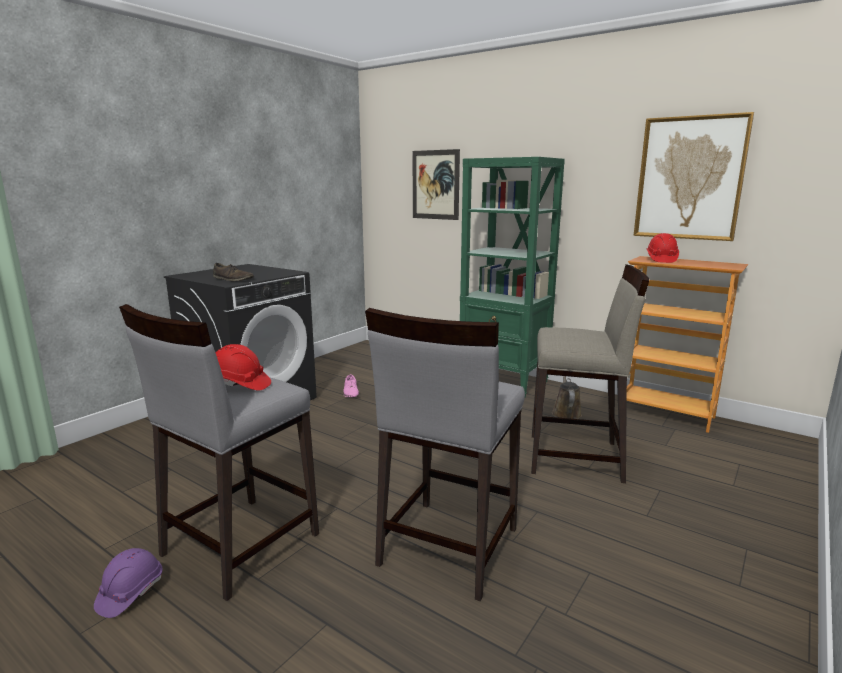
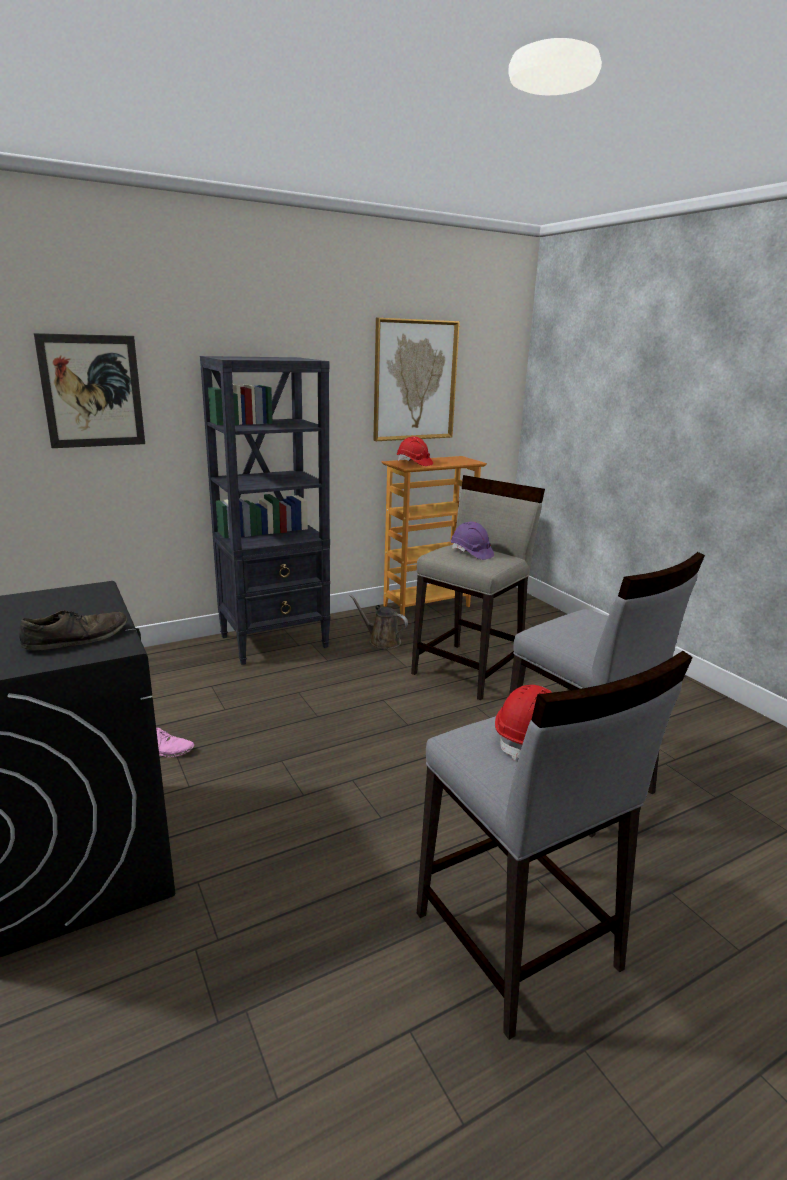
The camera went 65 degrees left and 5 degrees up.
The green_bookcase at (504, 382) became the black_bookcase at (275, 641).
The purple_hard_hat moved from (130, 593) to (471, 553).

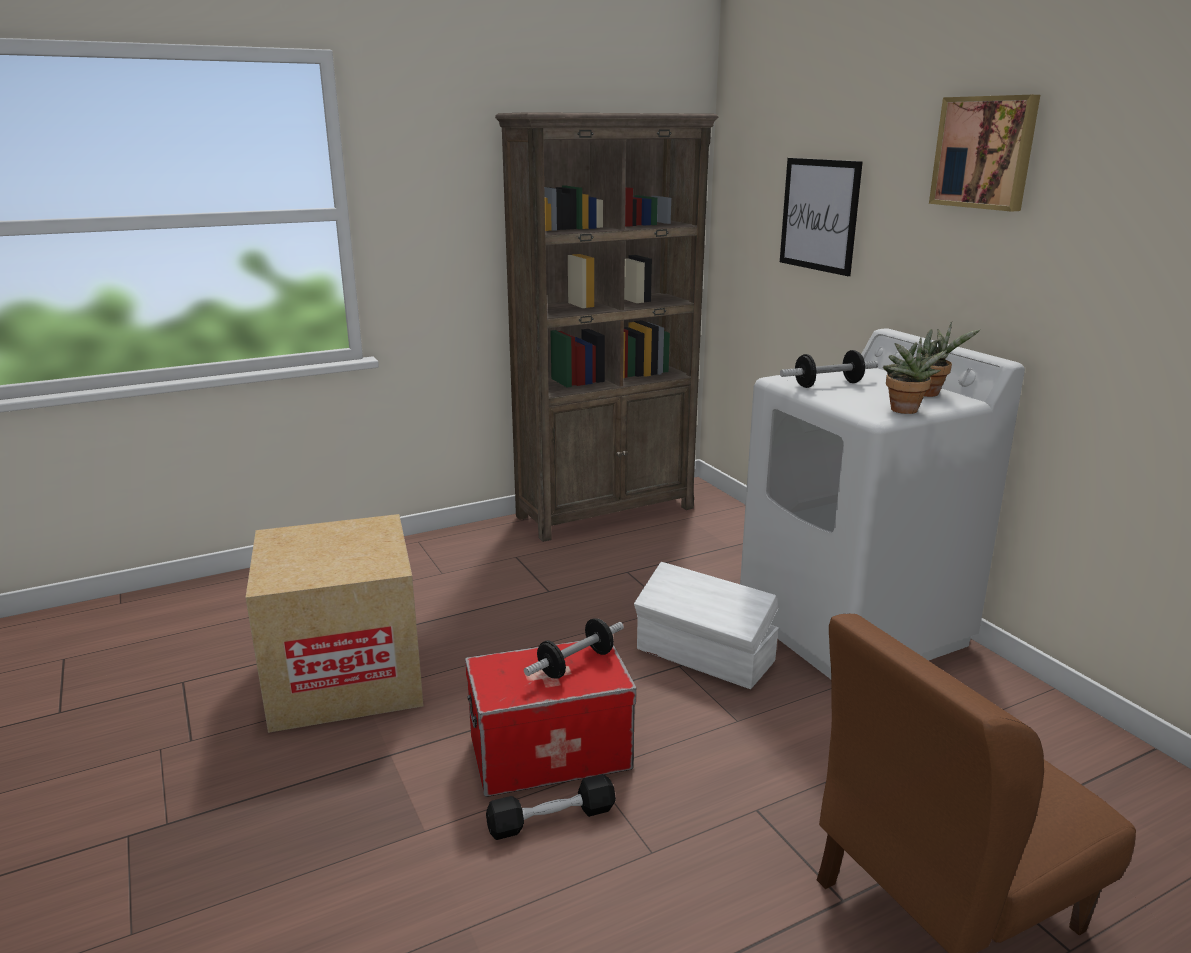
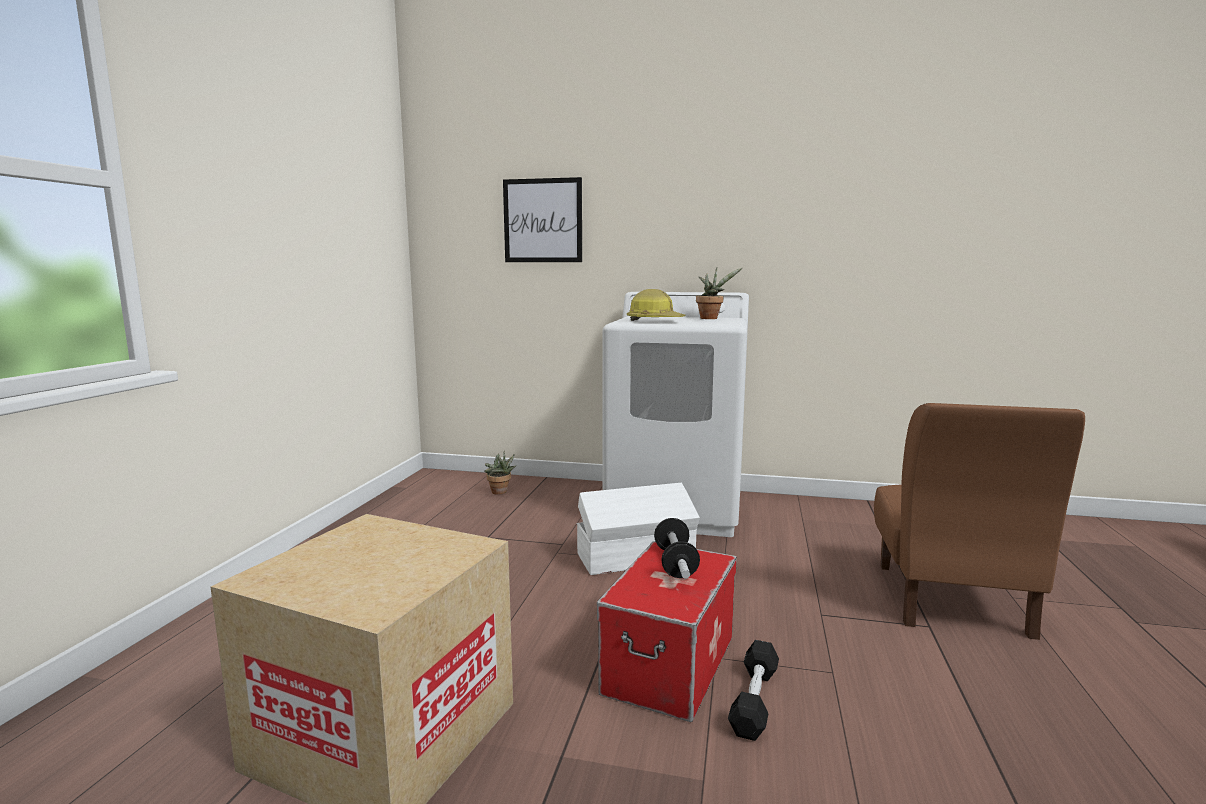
The camera went 50 degrees left and 10 degrees down.
The picture at (985, 152) disappeared.
The brown_bookcase at (606, 512) disappeared.
The potted_plant moved from (904, 411) to (500, 492).
The dumbbell at (828, 384) was replaced by the hard_hat at (654, 321).

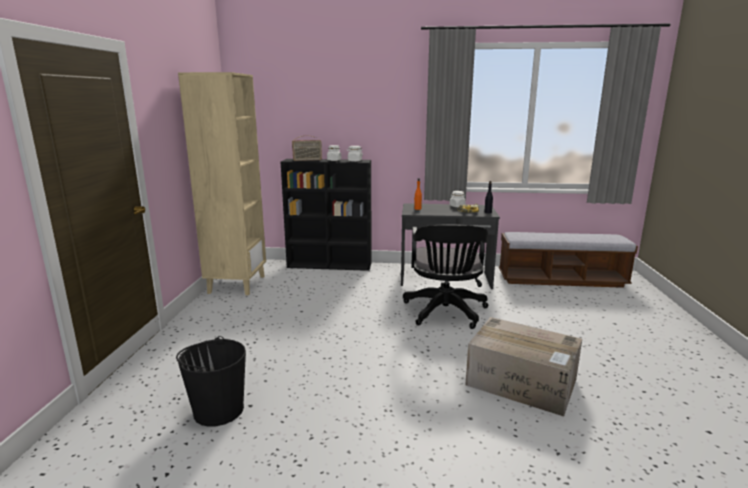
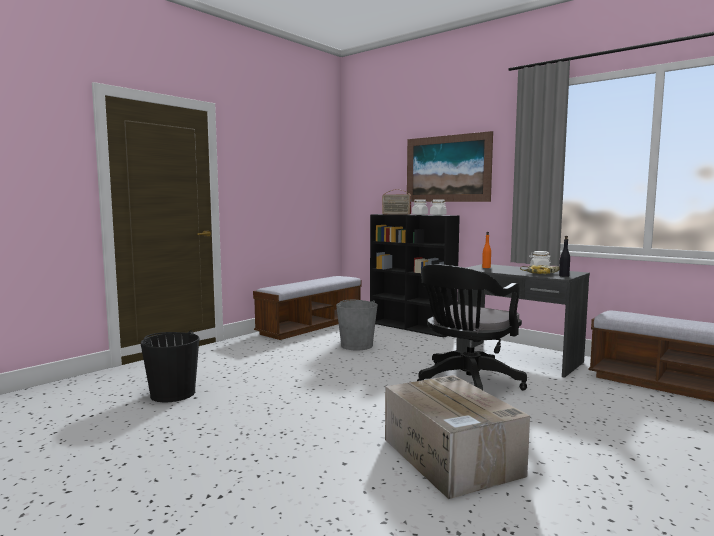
The camera went 35 degrees right and 10 degrees down.
The beige_bookcase at (236, 284) was replaced by the bench at (311, 326).
The picture at (447, 169) appeared.
The grey_bucket at (356, 345) appeared.

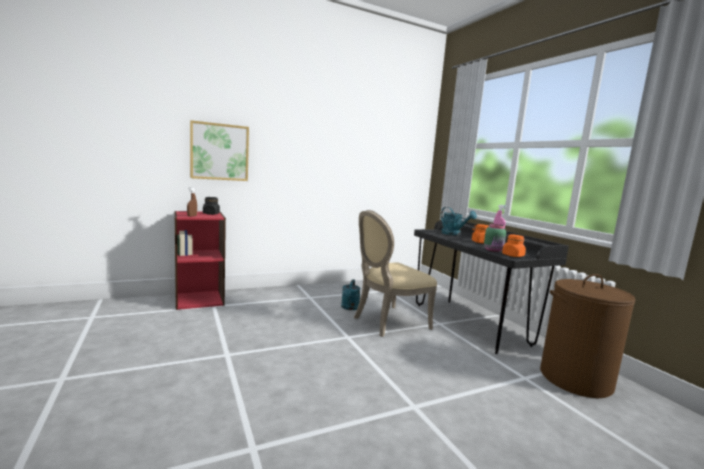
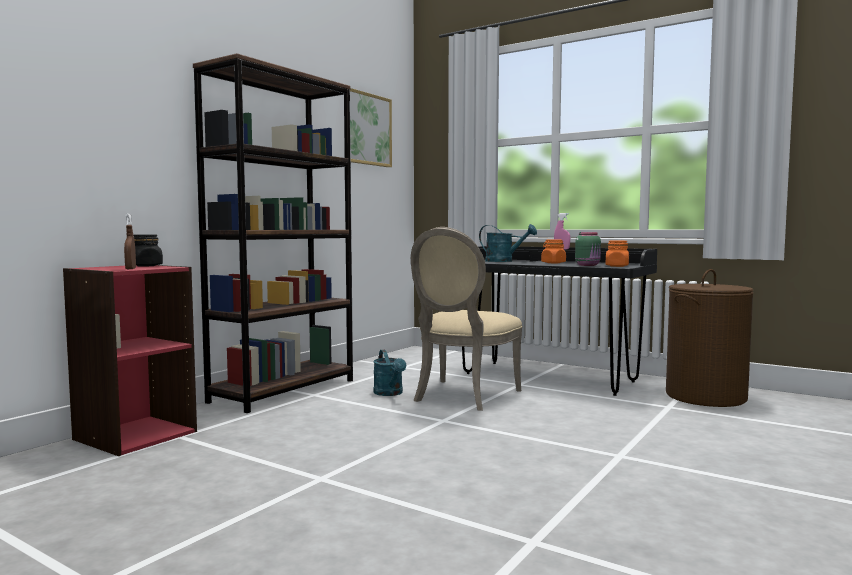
The camera went 30 degrees left and 5 degrees down.
The picture moved from (219, 152) to (367, 129).
The brown_bookcase at (284, 391) appeared.

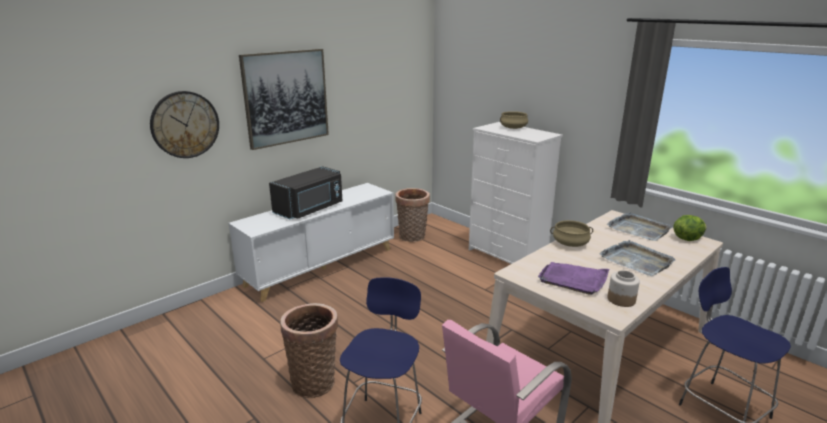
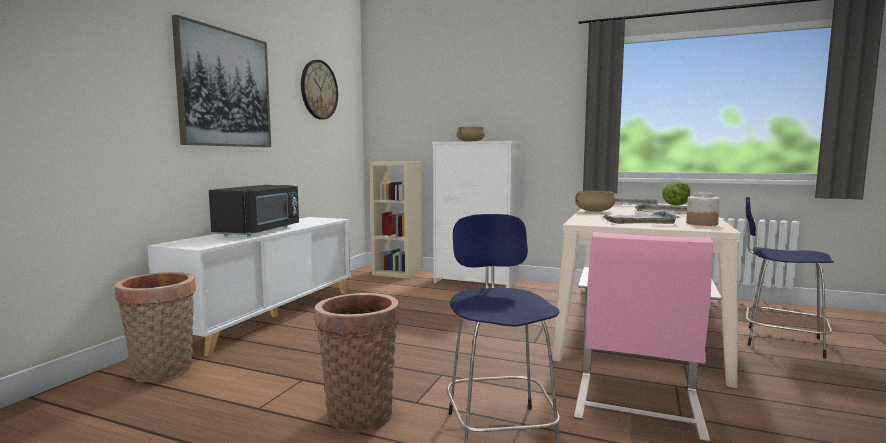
The camera went 25 degrees left and 15 degrees down.
The wall_clock moved from (185, 124) to (319, 90).
The basket moved from (412, 237) to (163, 372).
The purple_tray at (573, 279) became the grey_tray at (639, 221).
The beige_bookcase at (398, 273) appeared.

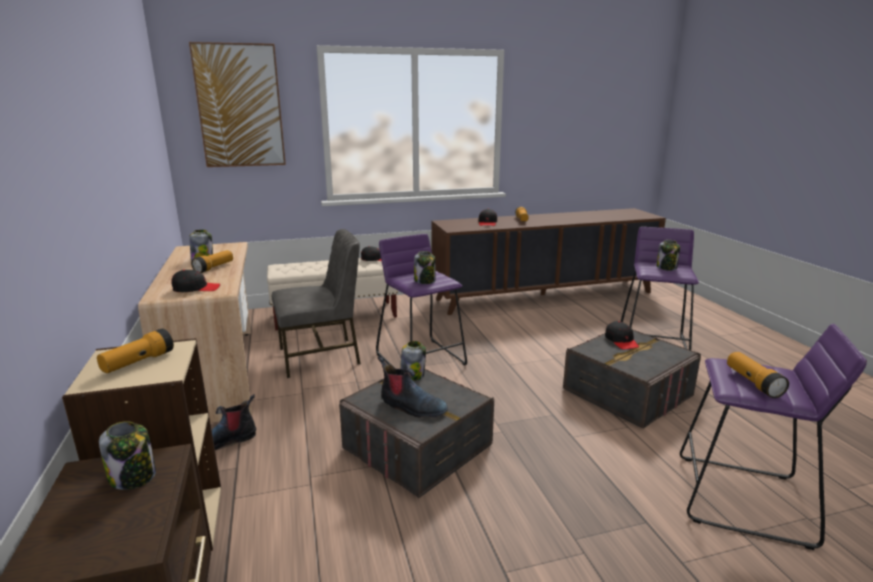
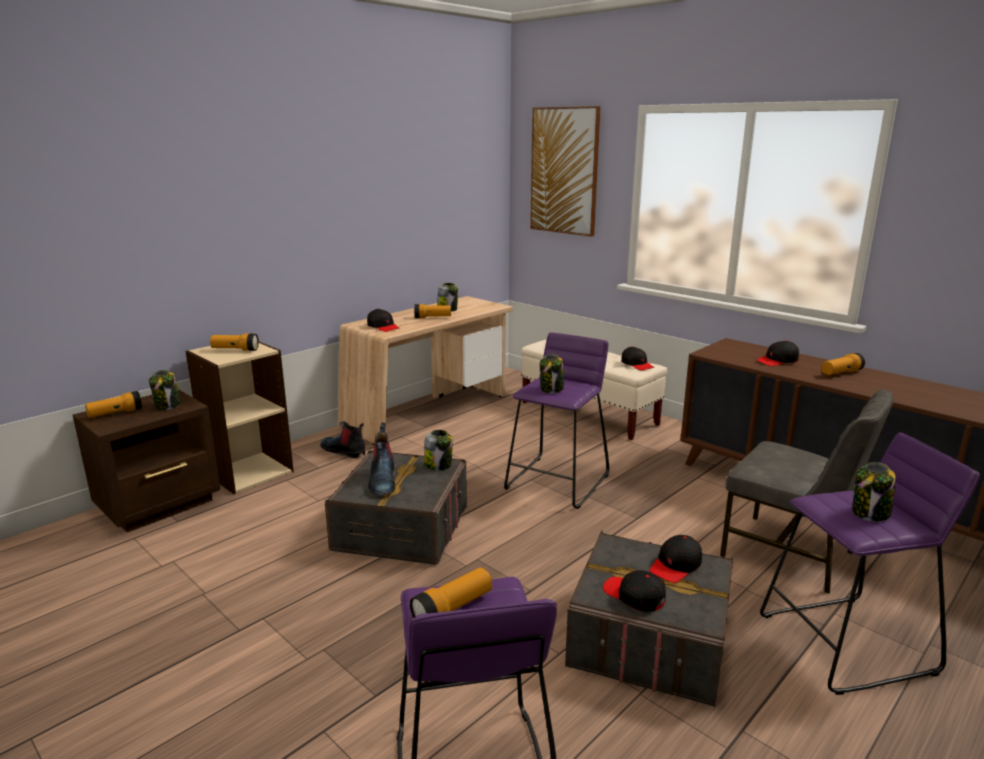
The camera went 60 degrees right and 0 degrees up.
The grey_chair moved from (321, 356) to (789, 554).
The flashlight at (115, 413) appeared.
The black_cap at (634, 596) appeared.

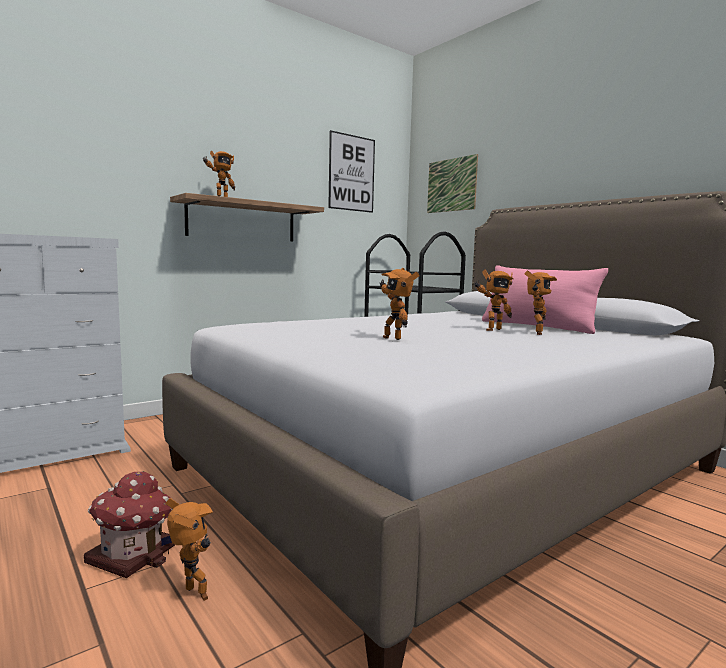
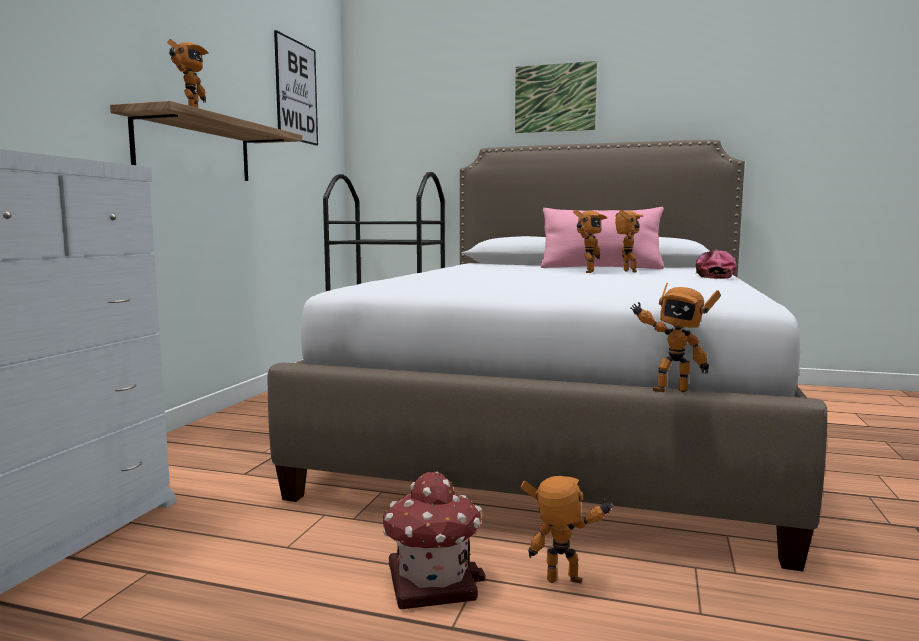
The camera went 35 degrees left and 0 degrees up.
The picture moved from (451, 185) to (555, 98).
The toy_robot moved from (393, 338) to (669, 390).
The cap at (713, 276) appeared.

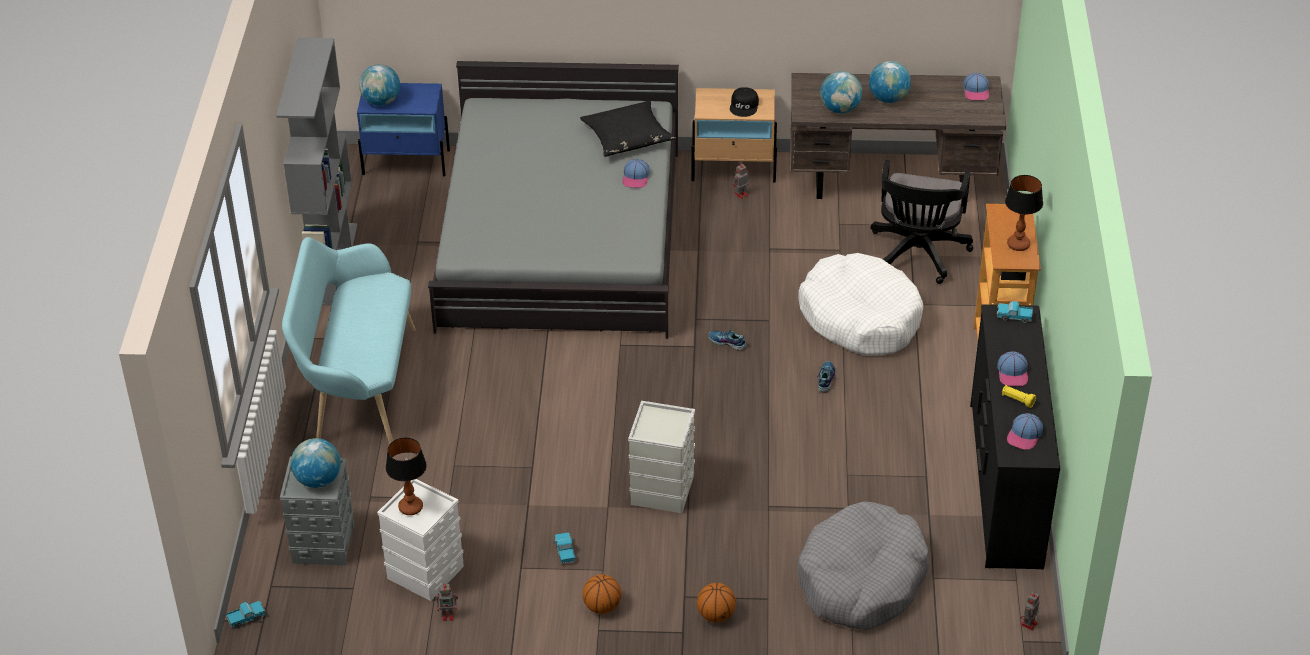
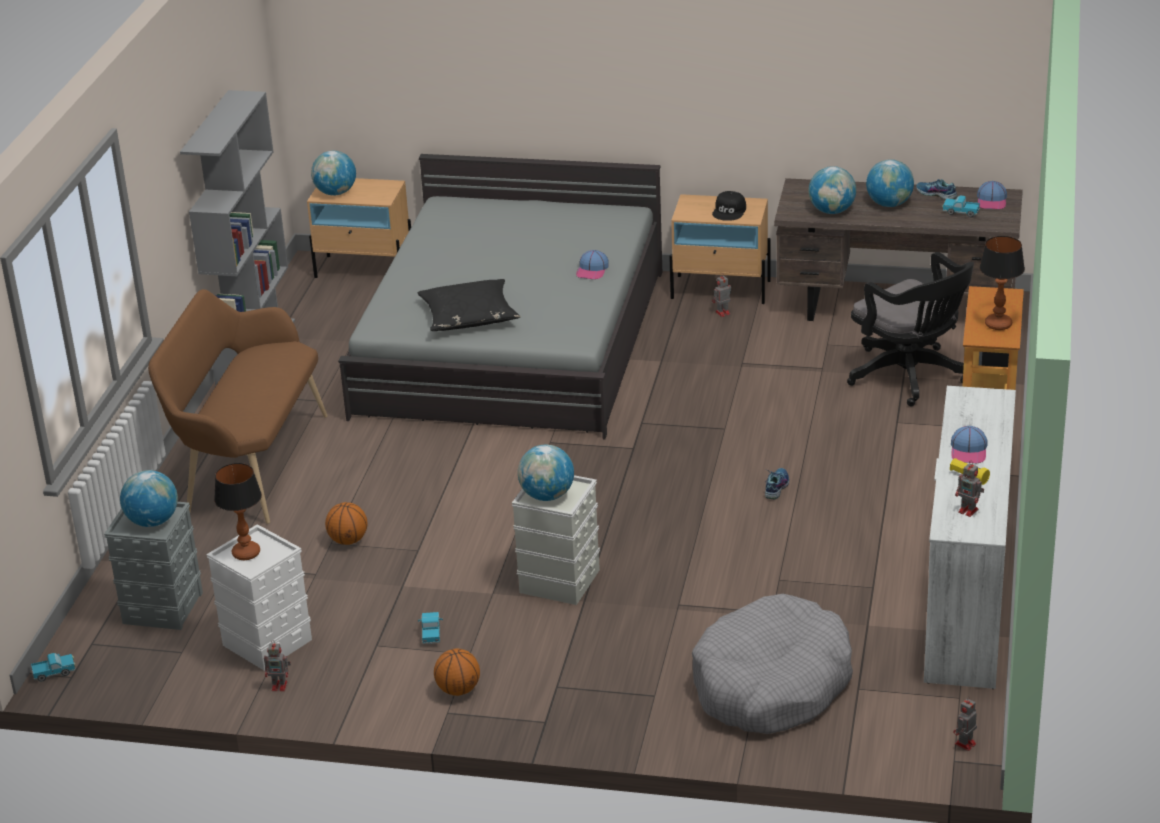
The camera went 10 degrees right and 10 degrees down.
The blue_nightstand at (406, 162) became the beige_nightstand at (365, 269).
The black_pillow moved from (627, 137) to (469, 316).
The black_office_chair at (917, 255) turned 60 degrees counterclockwise.
The turquoise_bench at (358, 387) became the brown_bench at (249, 464).
The white_dog_bed at (860, 317) disappeared.
The toy_truck moved from (1014, 317) to (960, 212).
The black_dresser at (1004, 485) became the white_dresser at (965, 601).
The shoe moved from (727, 343) to (936, 194).
The cap at (1024, 435) was replaced by the toy_robot at (969, 511).
The basketball moved from (716, 615) to (348, 540).
The globe at (547, 496) appeared.

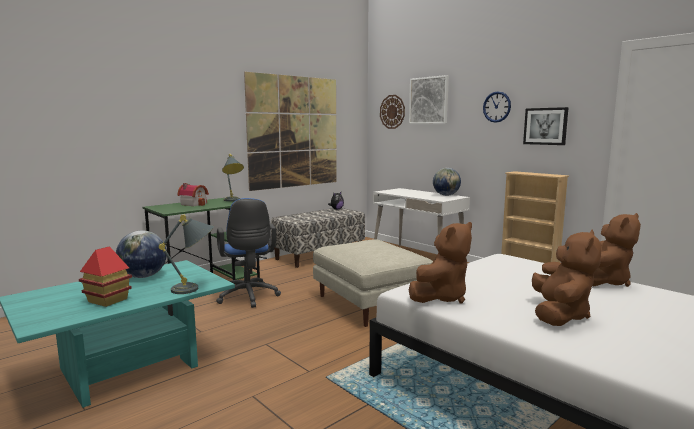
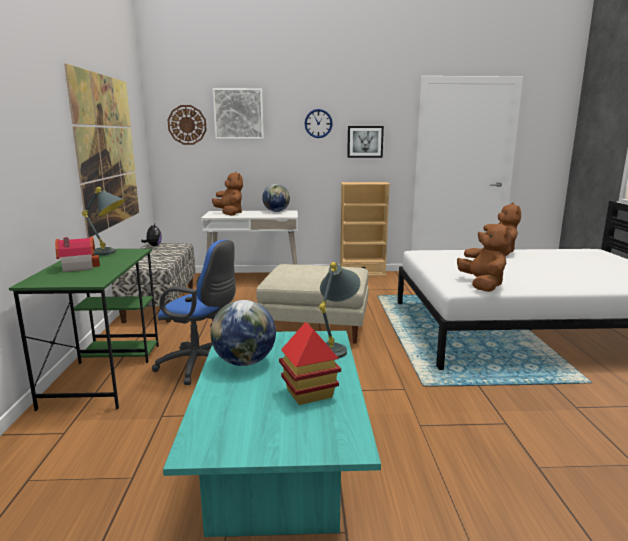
The camera went 50 degrees left and 5 degrees up.
The brown_plush_toy moved from (559, 315) to (229, 213).

